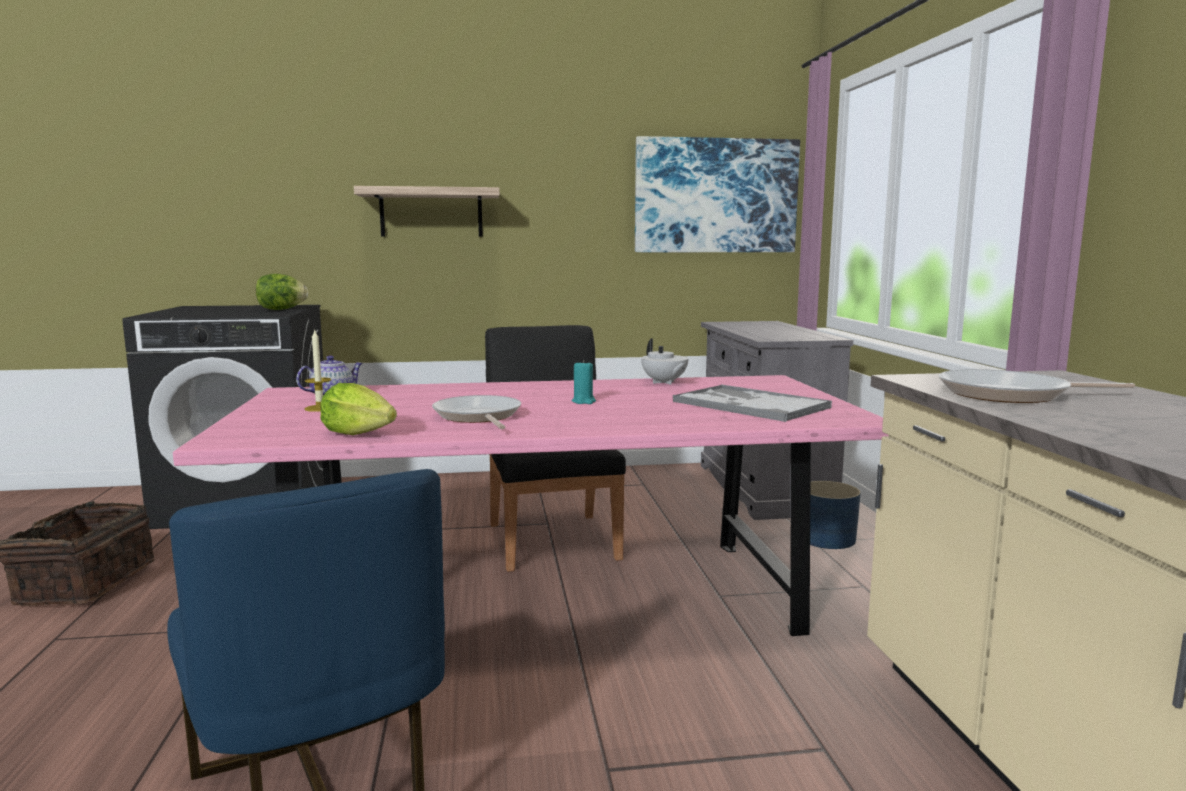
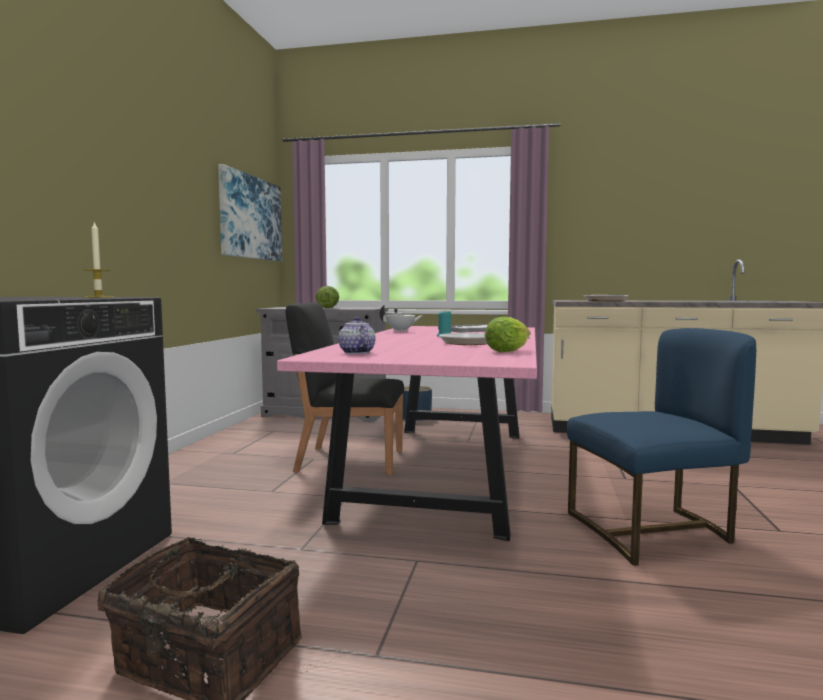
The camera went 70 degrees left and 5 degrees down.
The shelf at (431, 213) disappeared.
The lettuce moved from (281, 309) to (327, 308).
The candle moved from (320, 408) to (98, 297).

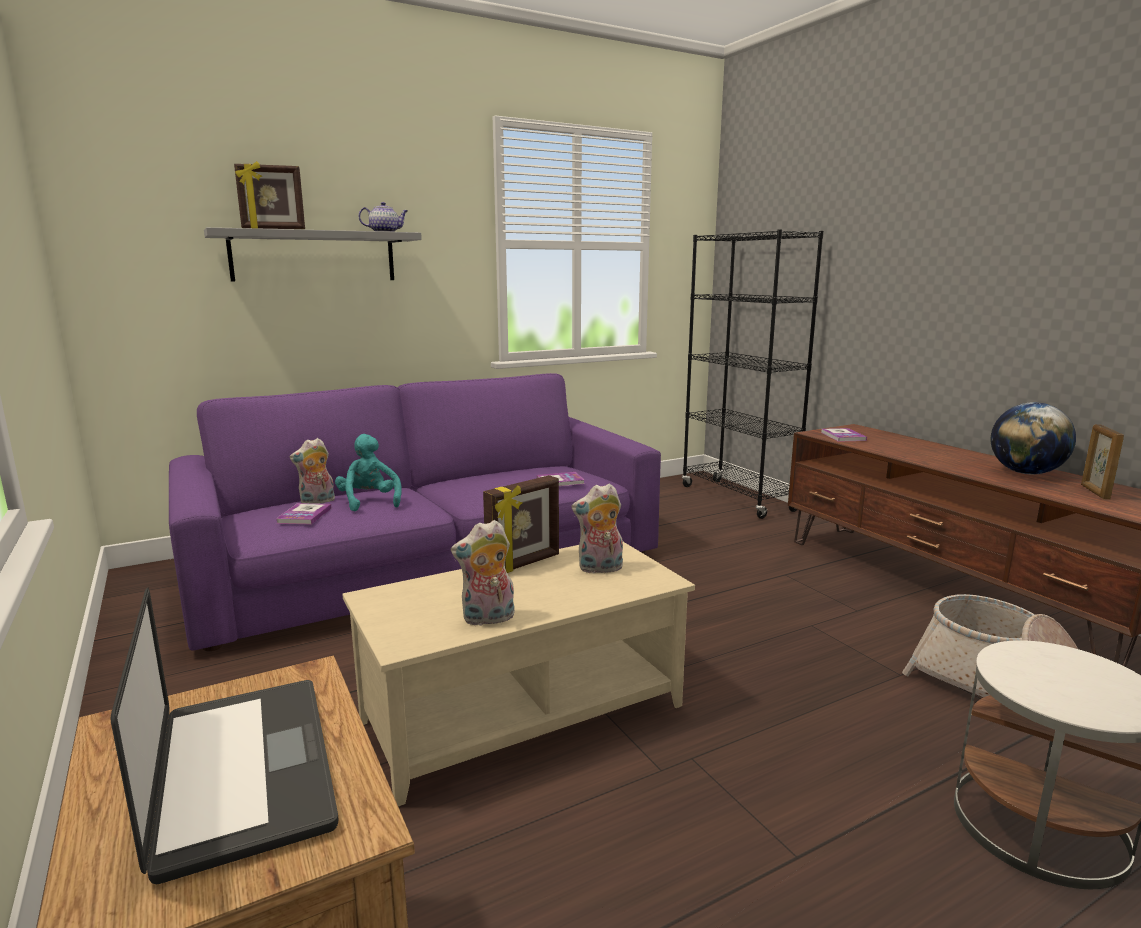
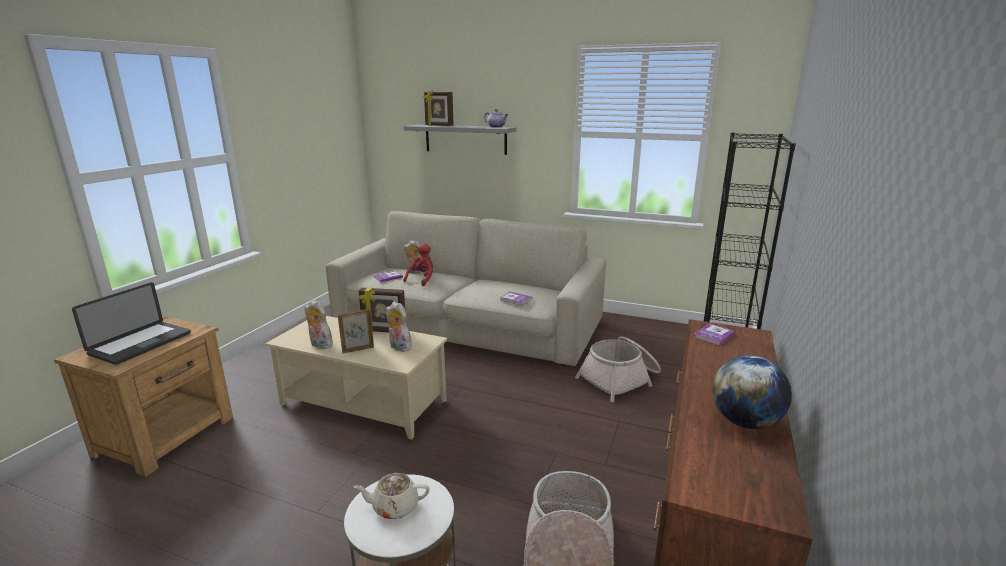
The camera went 50 degrees right and 5 degrees up.
The purple_sofa at (429, 563) became the beige_sofa at (467, 323).
The picture_frame moved from (1094, 492) to (358, 349).
The turquoise_plush_toy at (369, 502) became the red_plush_toy at (422, 279).
The basket at (620, 379) appeared.
The beige_teapot at (394, 507) appeared.

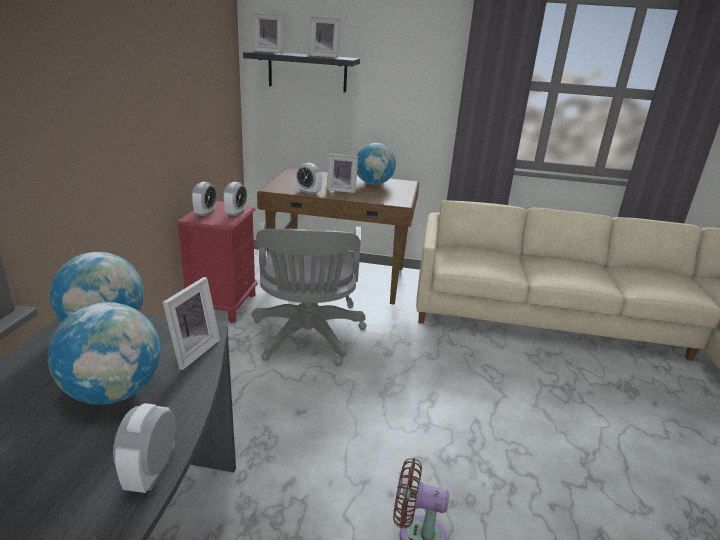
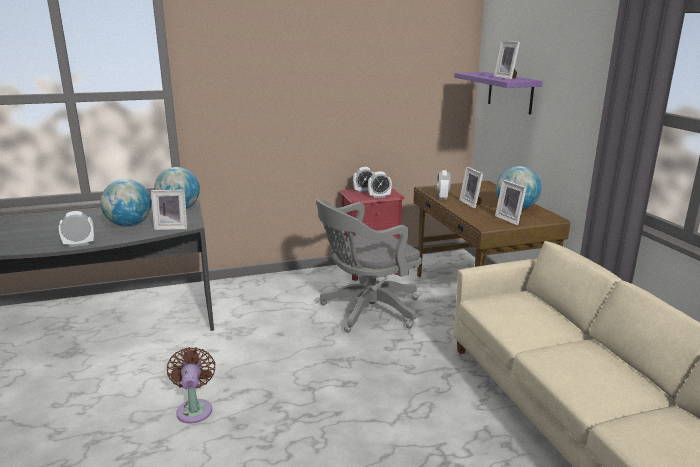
The camera went 65 degrees right and 5 degrees down.
The picture_frame moved from (268, 52) to (510, 219).
The black_shelf at (307, 72) became the purple_shelf at (510, 92).

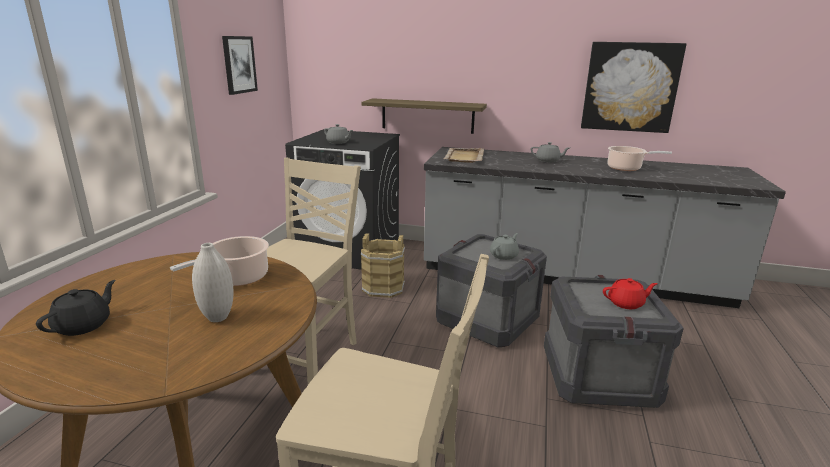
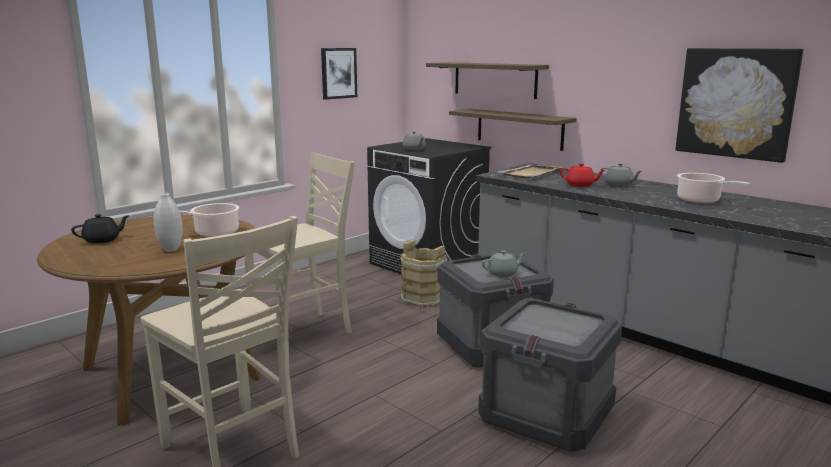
The camera went 30 degrees right and 5 degrees down.
The red_teapot moved from (626, 303) to (580, 185).
The shelf at (494, 79) appeared.

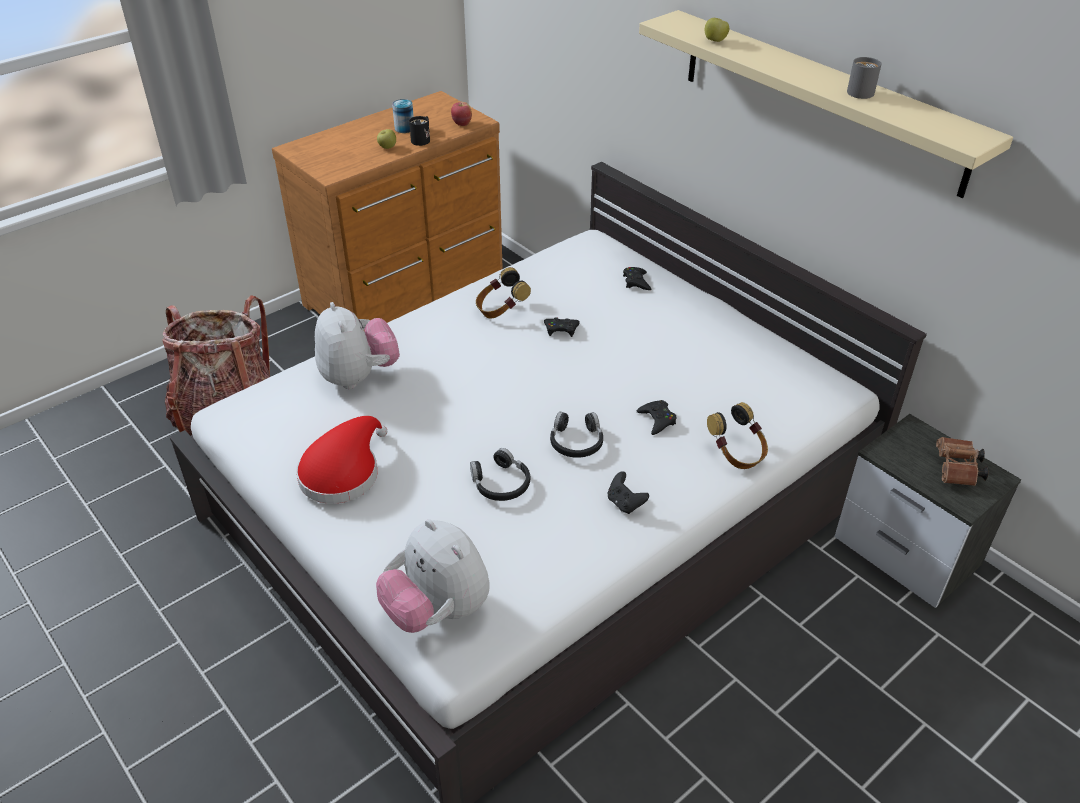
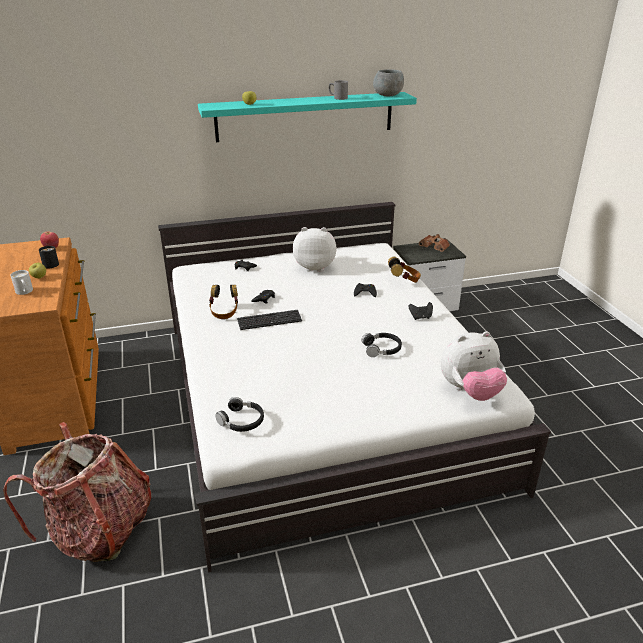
The camera went 65 degrees left and 10 degrees down.
The beige_shelf at (819, 100) became the turquoise_shelf at (305, 116).
The can at (404, 128) disappeared.
The plush_toy moved from (358, 376) to (315, 267).
The black_headphones moved from (576, 442) to (241, 421).
The red_hat at (343, 472) disappeared.
The grey_bowl at (388, 95) appeared.
The white_mug at (25, 292) appeared.
The keyboard at (269, 321) appeared.

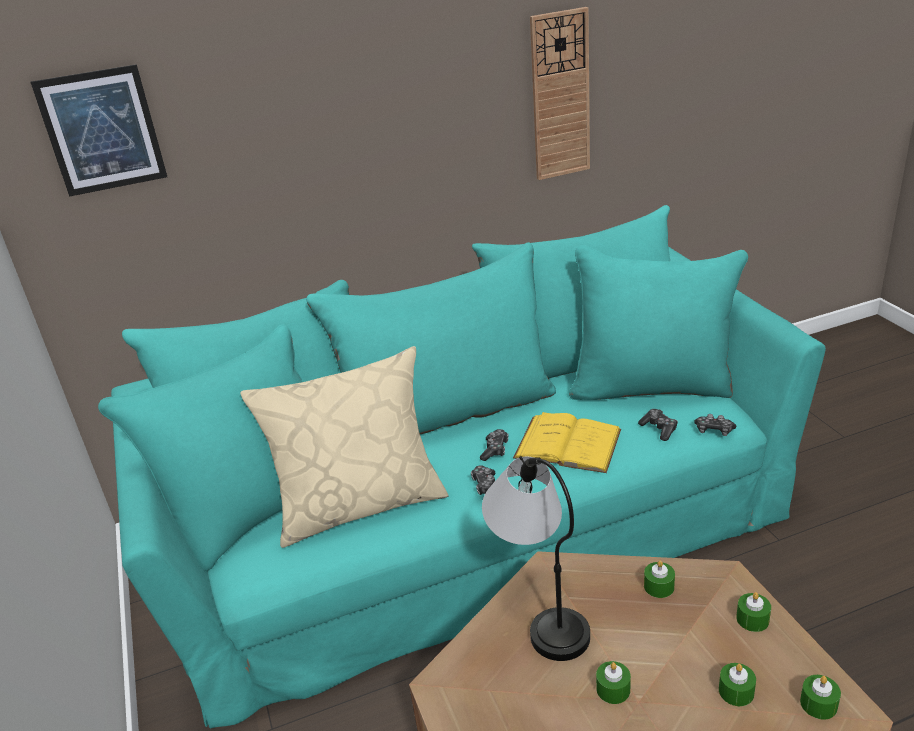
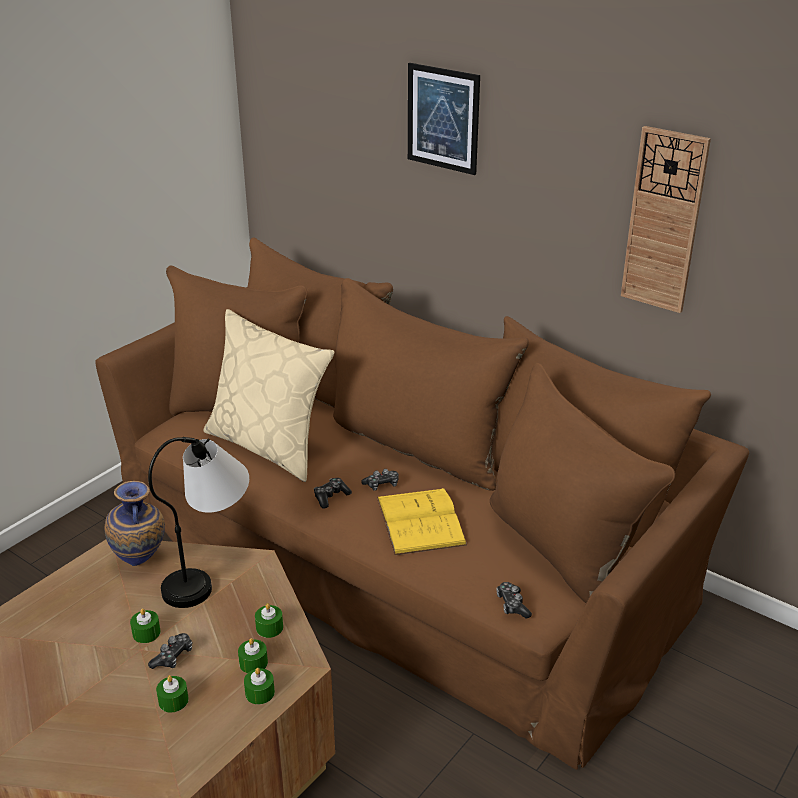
The camera went 55 degrees right and 0 degrees up.
The picture moved from (102, 131) to (443, 118).
The turquoise_sofa at (475, 527) became the brown_sofa at (398, 555).
The game_controller moved from (659, 429) to (173, 657).
The green_candle moved from (818, 704) to (253, 663).
The vase at (141, 563) appeared.

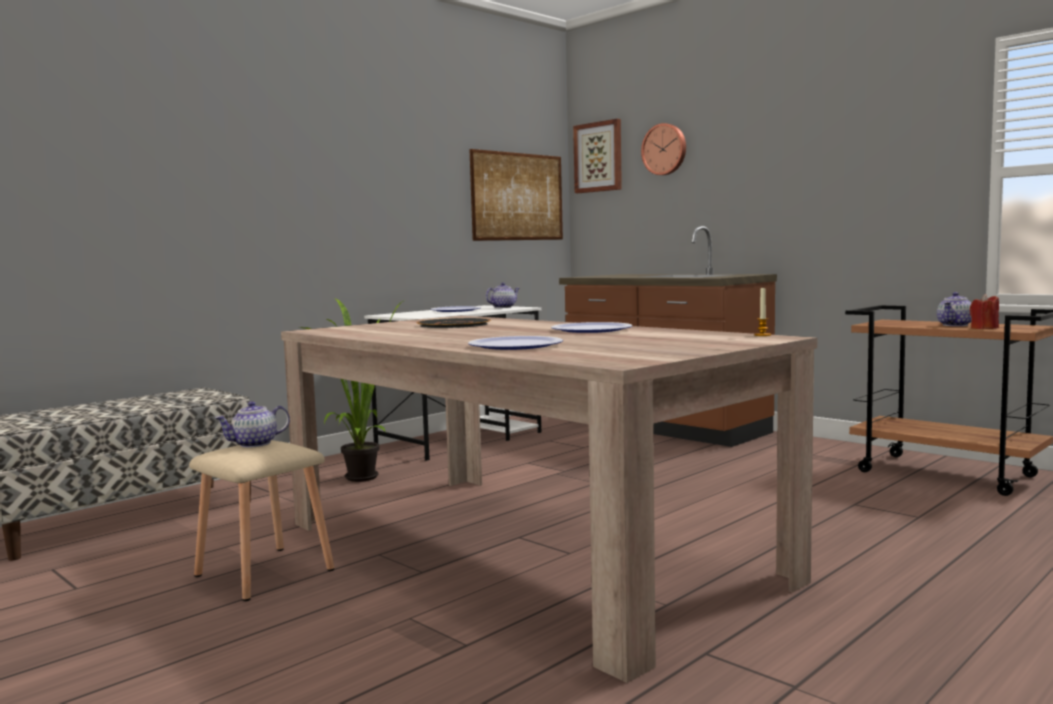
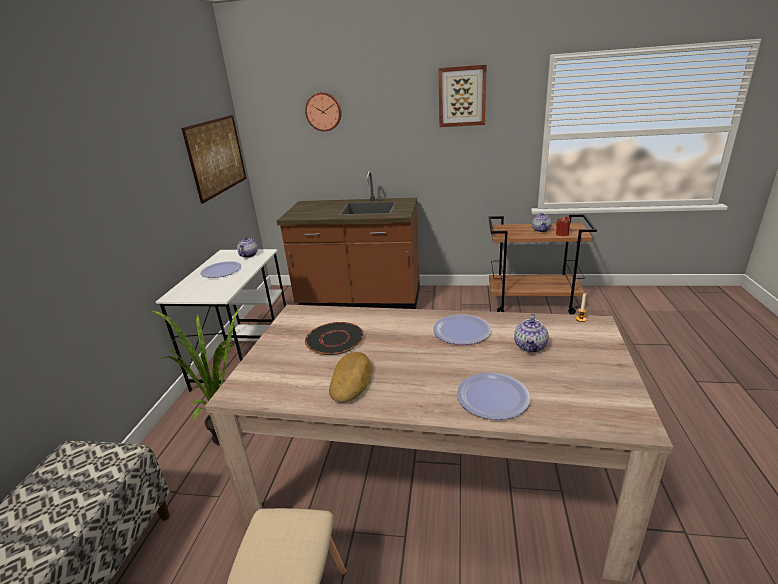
The camera went 35 degrees left and 20 degrees up.
The picture moved from (598, 157) to (462, 96).
The teapot moved from (254, 444) to (530, 346).
The bread at (352, 381) appeared.

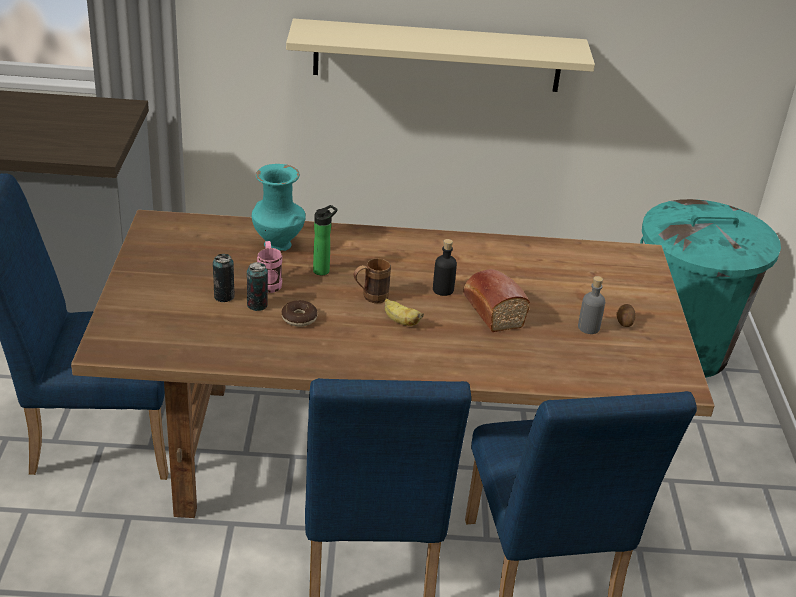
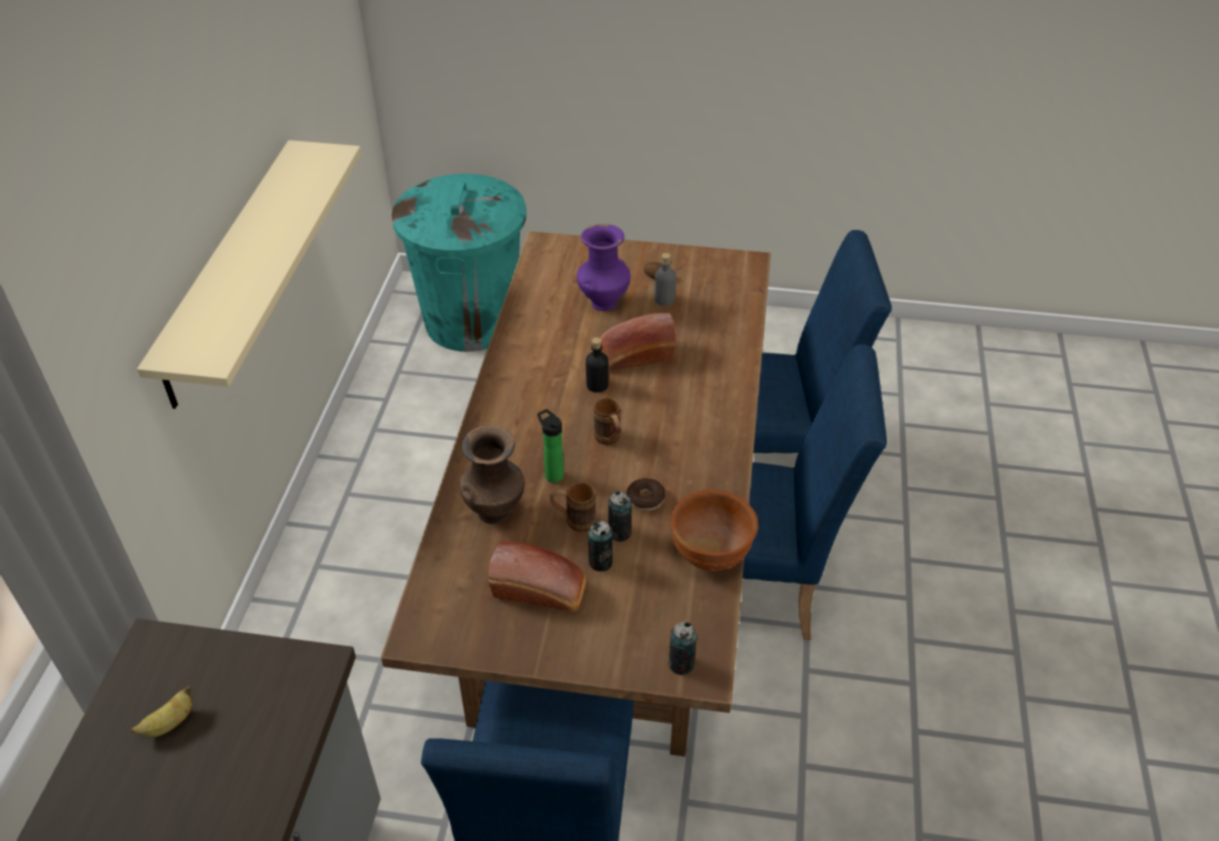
The camera went 80 degrees left and 10 degrees up.
The turquoise_vase at (279, 245) became the brown_vase at (495, 510).
The pink_mug at (269, 282) became the brown_mug at (574, 521).
The banana moved from (400, 321) to (169, 724).
The purple_vase at (603, 303) appeared.
The brown_bowl at (712, 554) appeared.
The bread at (542, 590) appeared.
The can at (681, 664) appeared.

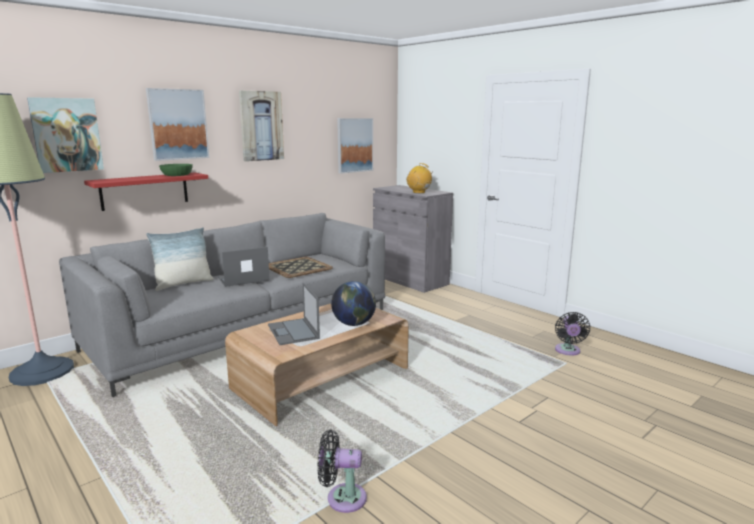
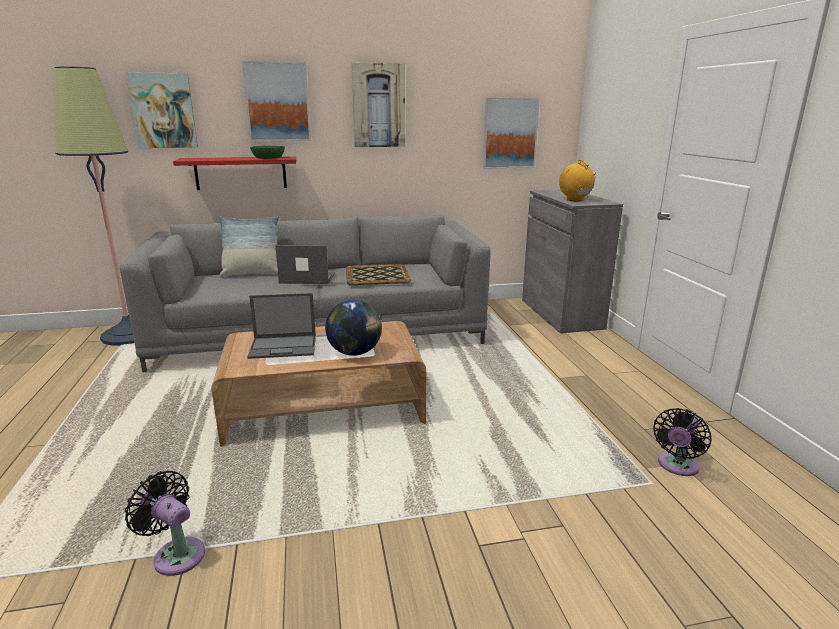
The camera went 30 degrees right and 5 degrees up.
The laptop at (293, 332) turned 105 degrees counterclockwise.

